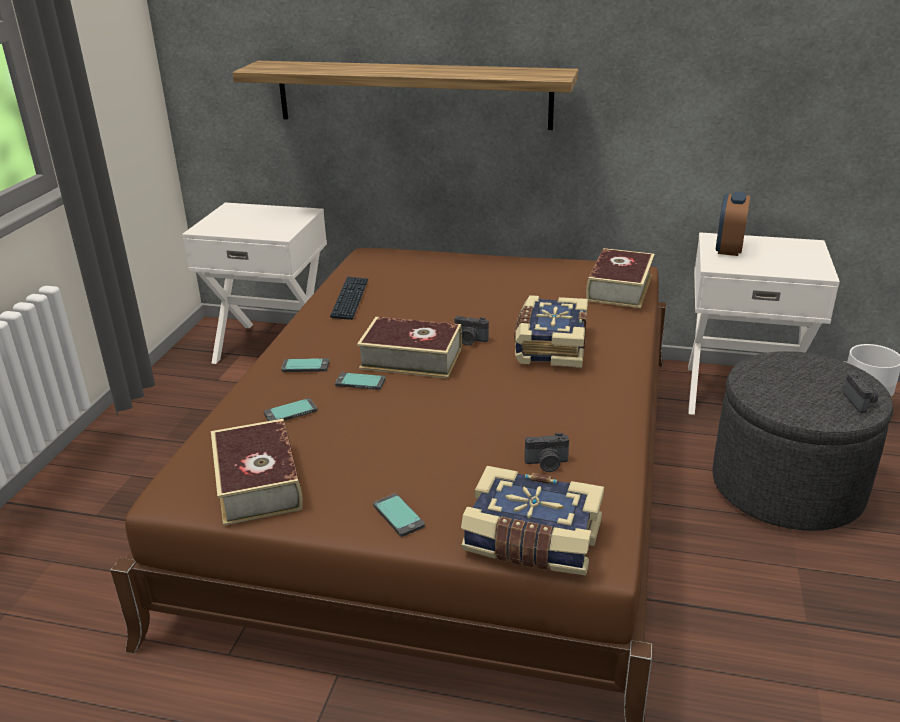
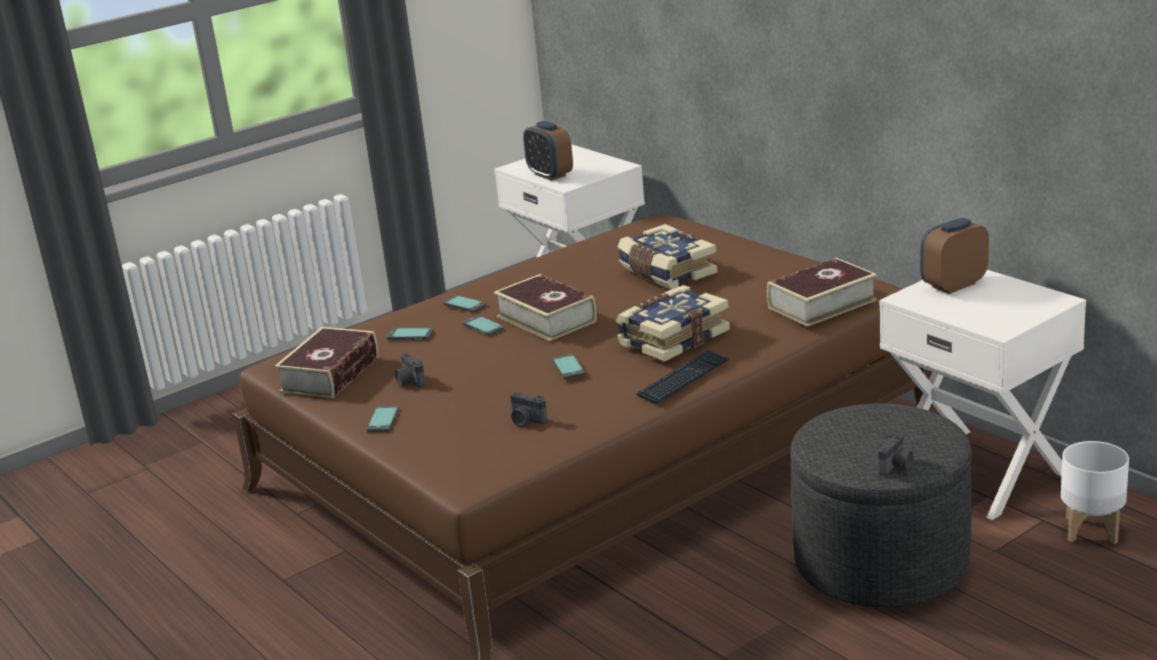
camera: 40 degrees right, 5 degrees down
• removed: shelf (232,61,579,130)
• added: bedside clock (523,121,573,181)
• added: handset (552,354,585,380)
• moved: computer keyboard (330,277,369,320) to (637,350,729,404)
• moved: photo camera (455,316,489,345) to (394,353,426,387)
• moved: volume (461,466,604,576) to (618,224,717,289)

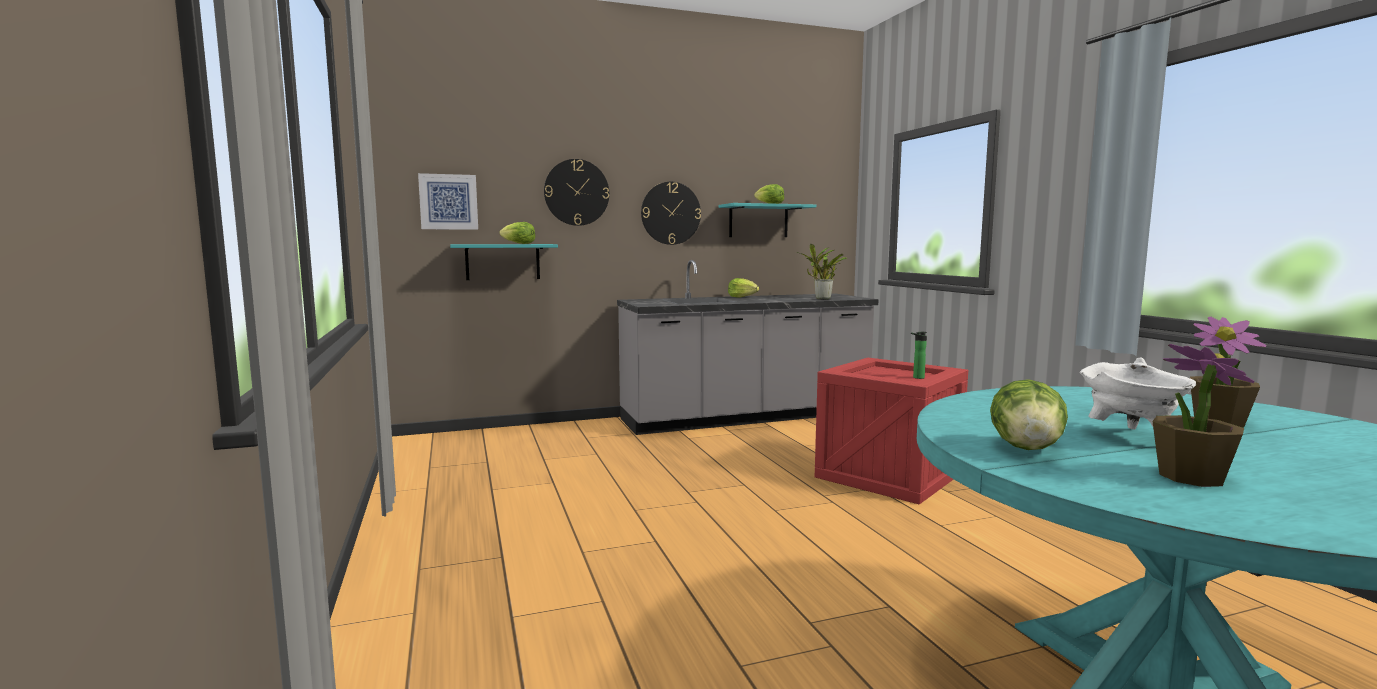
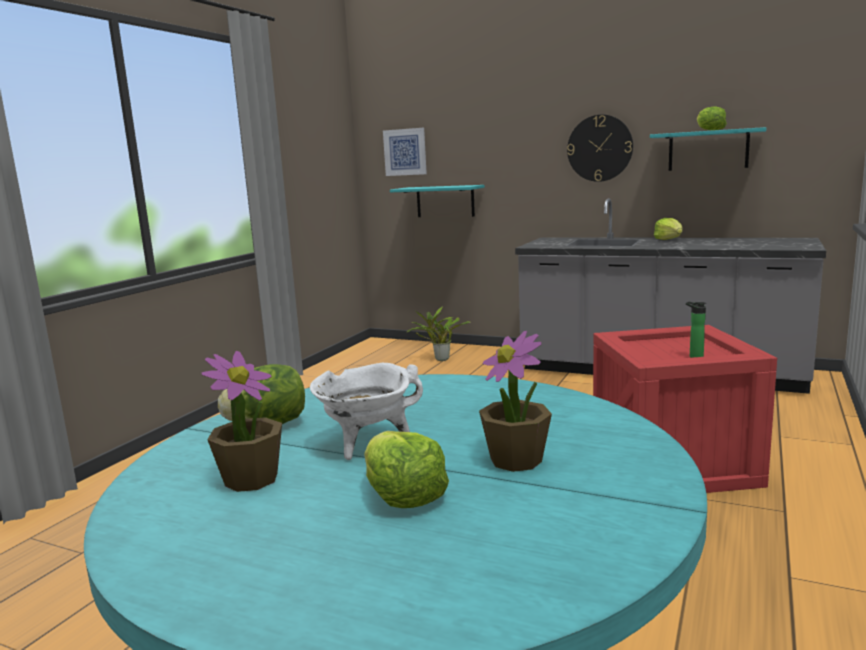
camera: 45 degrees right, 5 degrees up
• removed: wall clock (544,159,609,226)
• moved: lettuce (499,222,535,244) to (364,431,449,508)
• moved: plant in a pot (796,244,847,299) to (407,306,470,361)

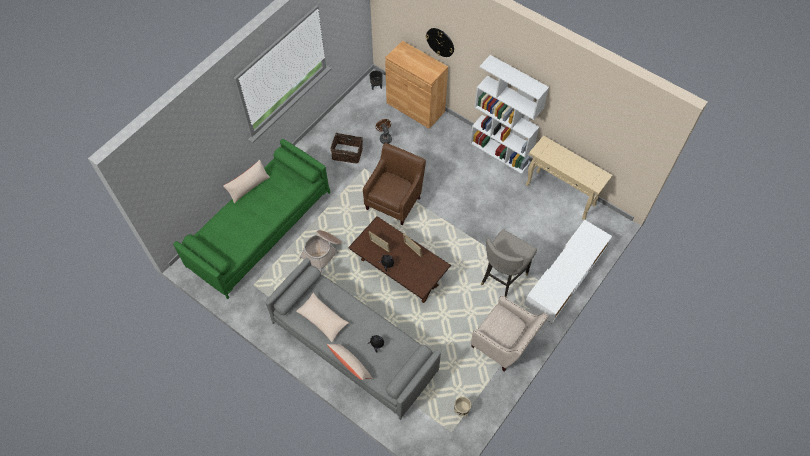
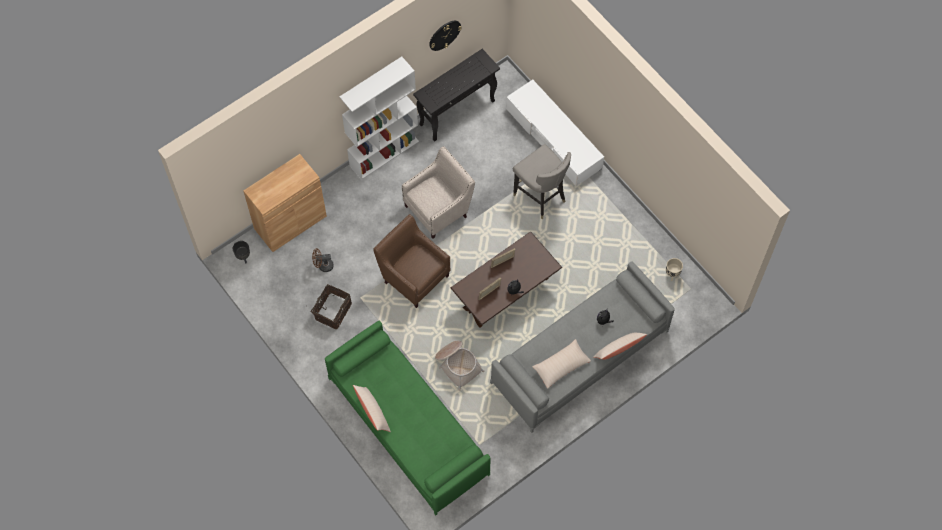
camera: 75 degrees left, 5 degrees up
• moved: wall clock (426,28,454,57) to (429,21,462,51)
• moved: sand-coloured armchair (471,295,549,372) to (402,146,475,239)
• recoloured: sand-coloured hall table (526,135,612,220) to black hall table (413,49,500,142)

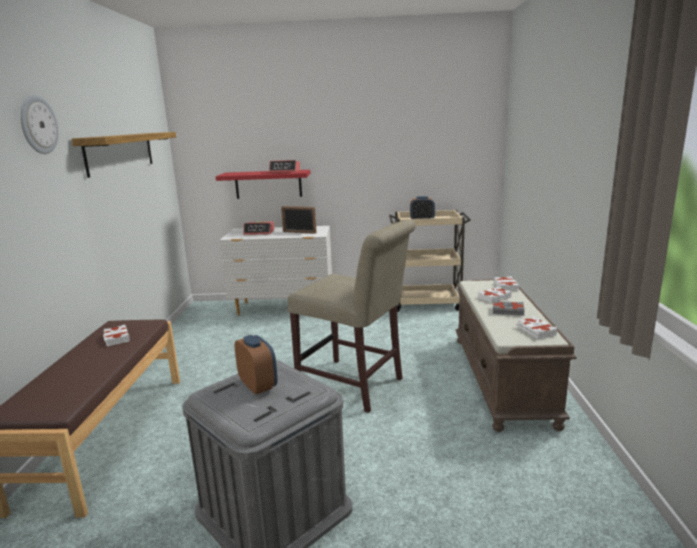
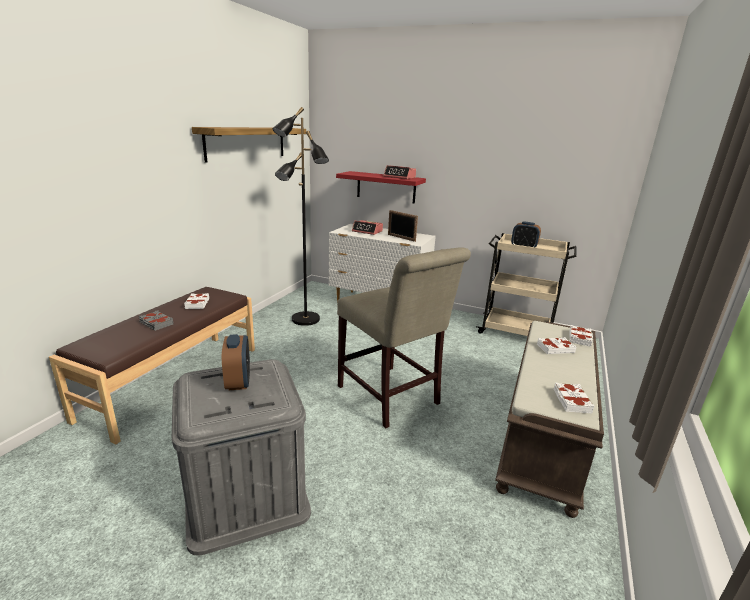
camera: 20 degrees right, 5 degrees up
• removed: wall clock (20,95,58,154)
• added: black standing lamp (273,107,329,326)
• moved: grey volume (493,300,525,316) to (139,310,174,331)

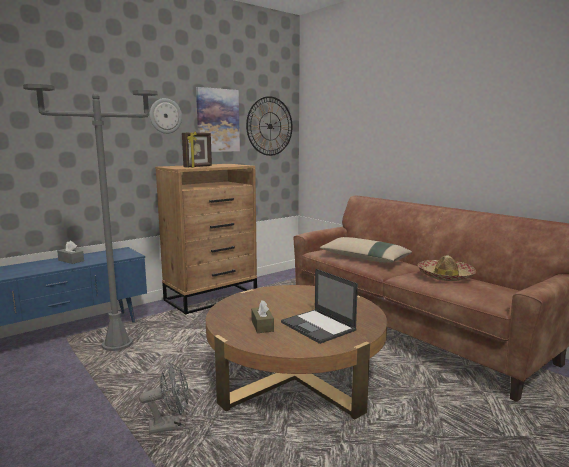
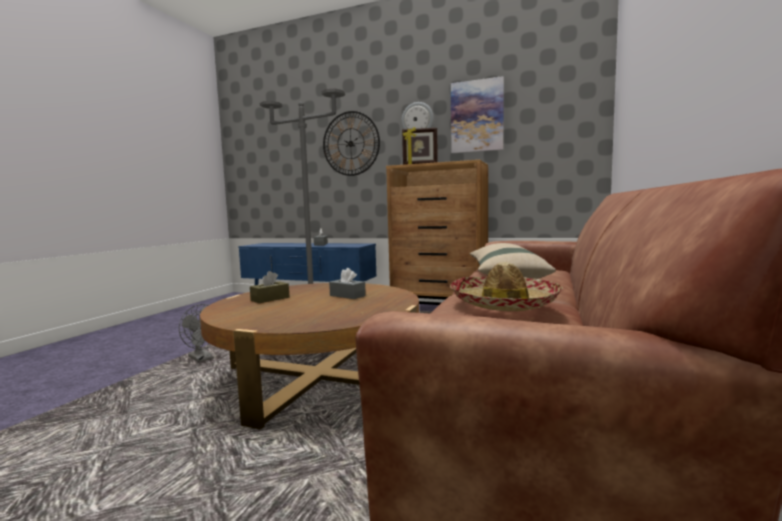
camera: 60 degrees right, 5 degrees down
• removed: laptop (281,269,358,344)
• added: grey box of tissues (329,268,366,299)
• moved: wall clock (246,96,293,156) to (323,111,380,176)

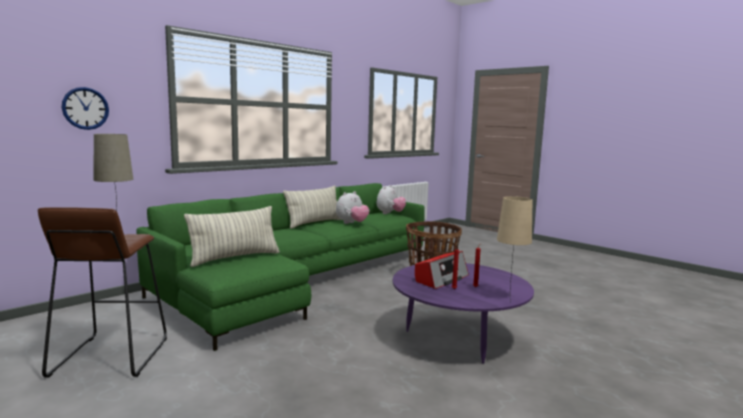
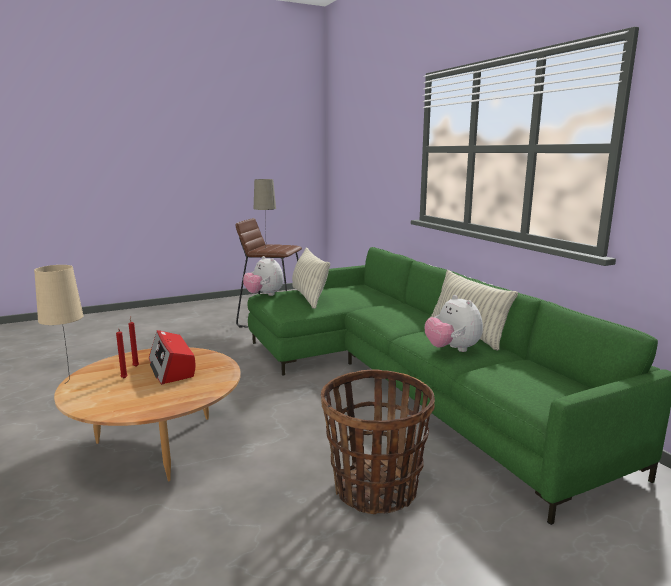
camera: 110 degrees right, 5 degrees up
• removed: wall clock (62,87,109,130)
• moved: soft toy (376,185,406,214) to (243,256,284,296)
• recoloured: purplish coffee table (393,263,534,364) to brown coffee table (54,347,241,482)

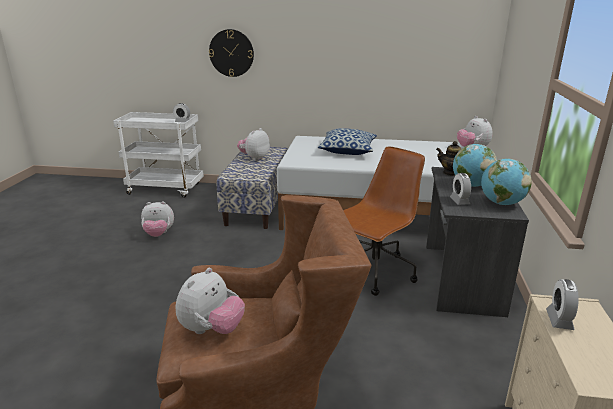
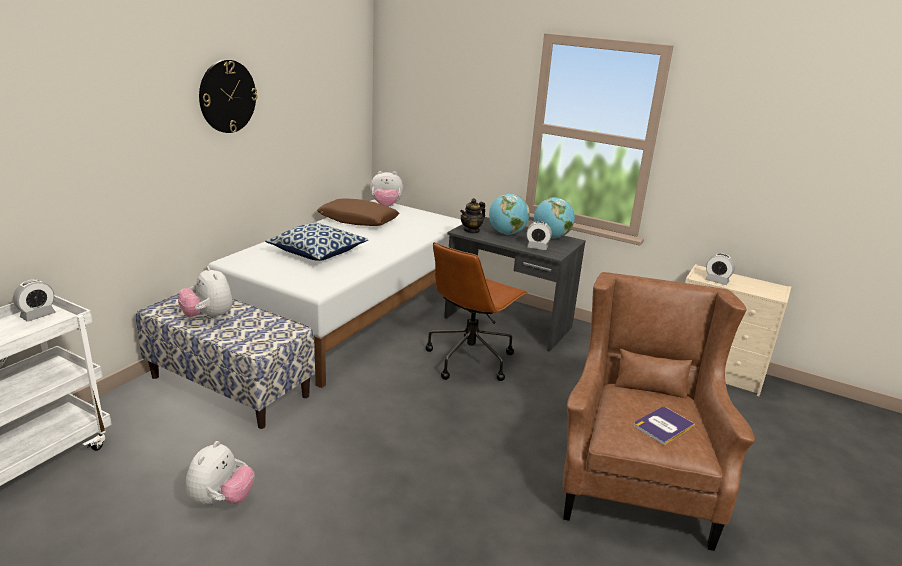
camera: 70 degrees left, 0 degrees up
• added: brown throw pillow (317,199,400,226)
• moved: wall clock (209,29,254,77) to (199,60,257,133)
• replaced: soft toy (176,268,245,334) to volume (634,407,695,445)
• turned: brown computer chair (343,146,425,296) = (426,242,528,381) 120 degrees counterclockwise

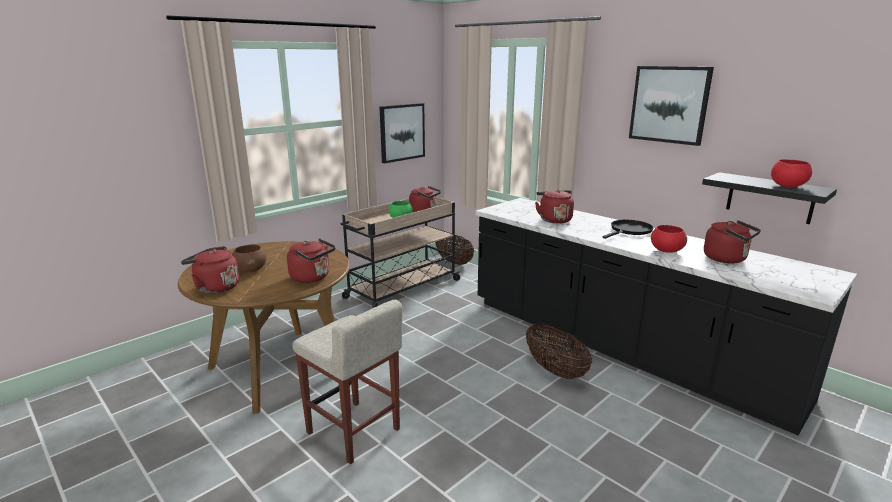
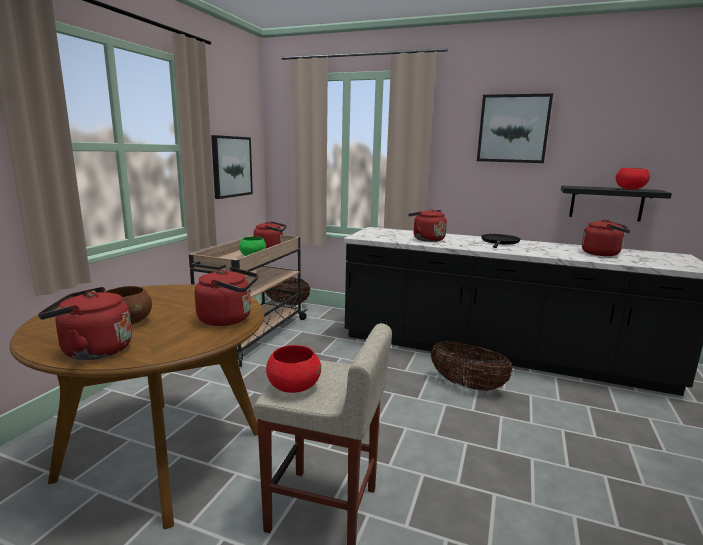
camera: 25 degrees left, 5 degrees down
• moved: reddish bowl (651,225,687,253) to (266,345,321,393)

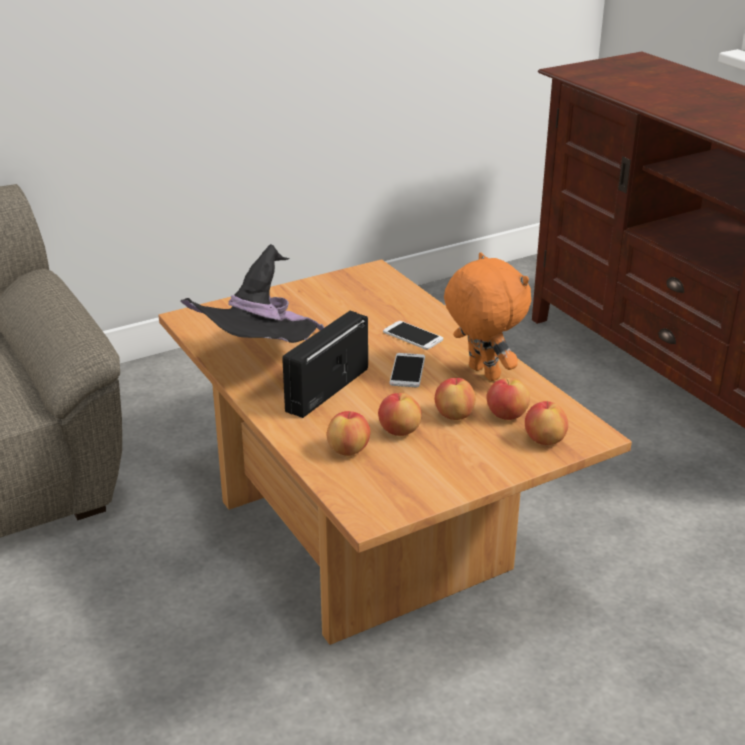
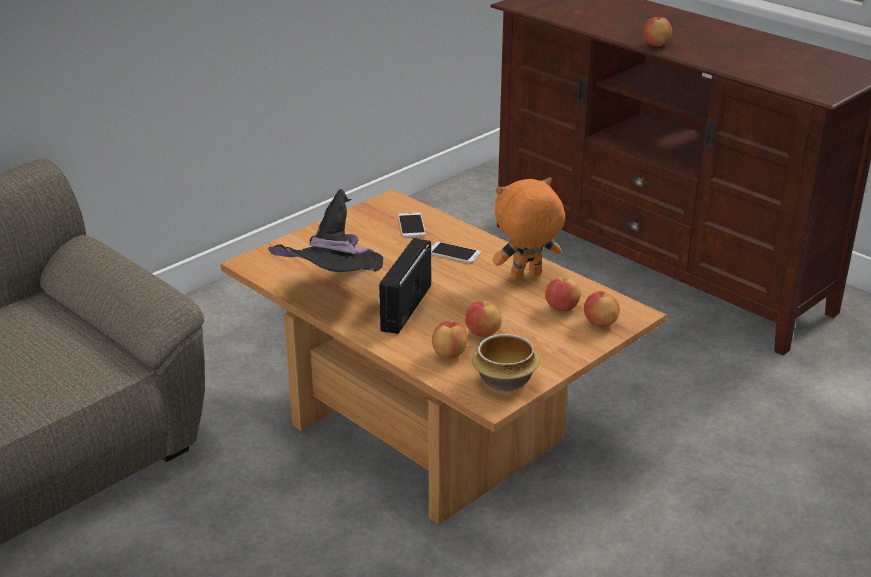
camera: 15 degrees left, 0 degrees up
• added: bowl (472,334,540,391)
• moved: handset (389,353,425,387) to (398,213,426,238)
• moved: whole apple (435,377,476,420) to (643,15,672,46)
• turned: orange-coloured soft toy (444,252,531,381) = (493,178,565,280) 60 degrees counterclockwise

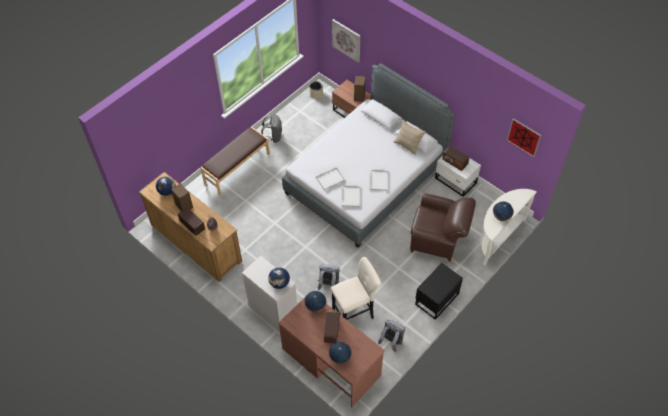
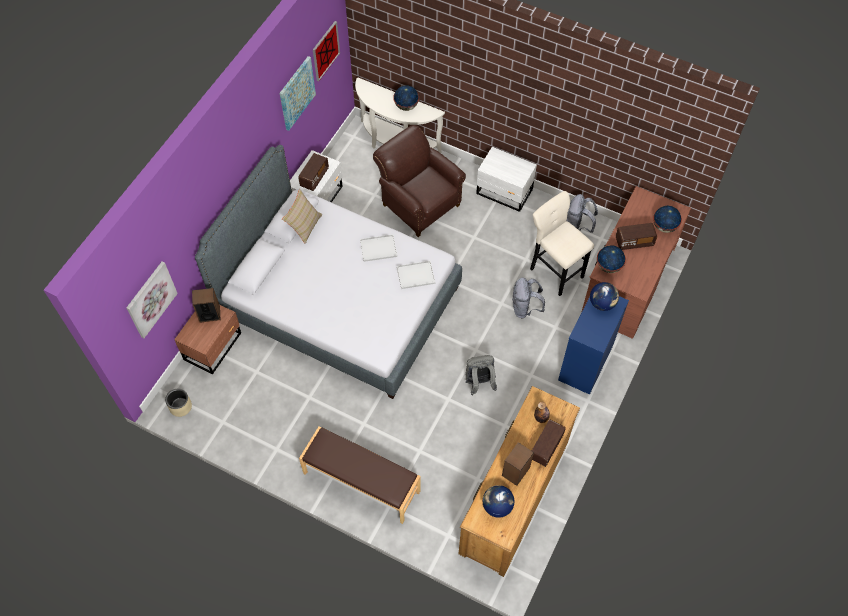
camera: 105 degrees left, 5 degrees up
• removed: whitish serving tray (316,167,345,190)
• added: wall art (280,56,316,131)
• moved: grey backpack (261,114,282,143) to (465,355,497,395)
• recoloured: whitish dresser (242,256,297,332) to bluish dresser (558,296,629,395)
• recoloured: black bedside table (415,263,463,320) to whitish bedside table (476,147,537,212)
• turned: brown armchair (410,194,476,262) = (373,125,466,237) 45 degrees counterclockwise

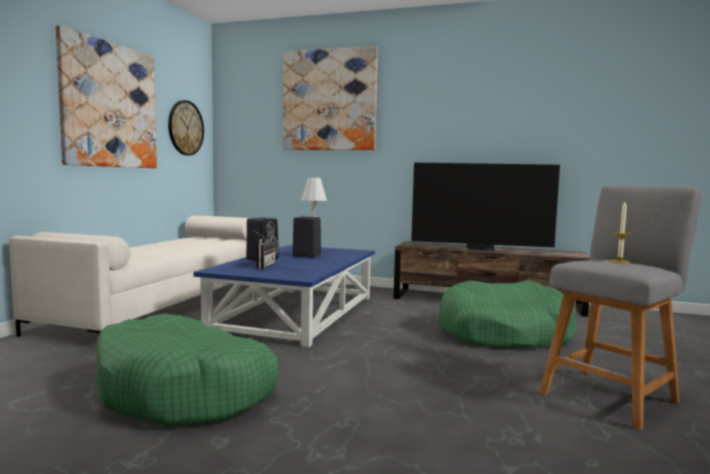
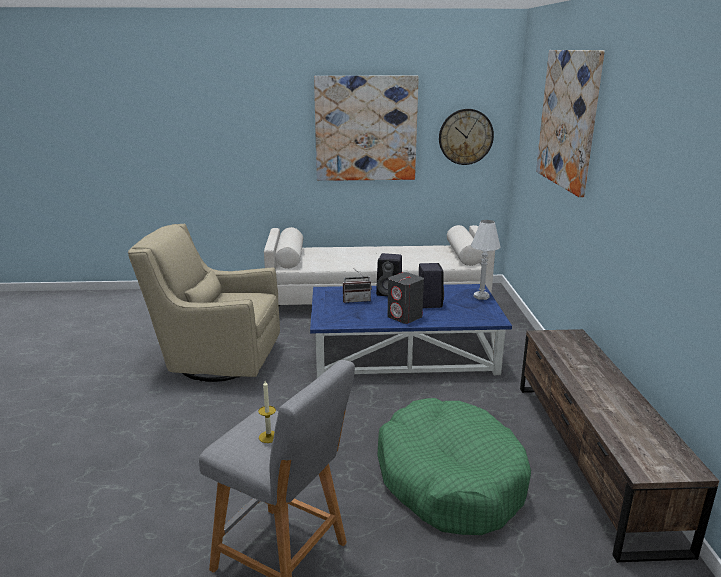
camera: 70 degrees right, 15 degrees up
• removed: TV (411,163,560,252)
• added: grey speaker (388,272,424,324)
• replaced: green pet bed (96,314,279,427) to sand-coloured armchair (128,224,280,382)

